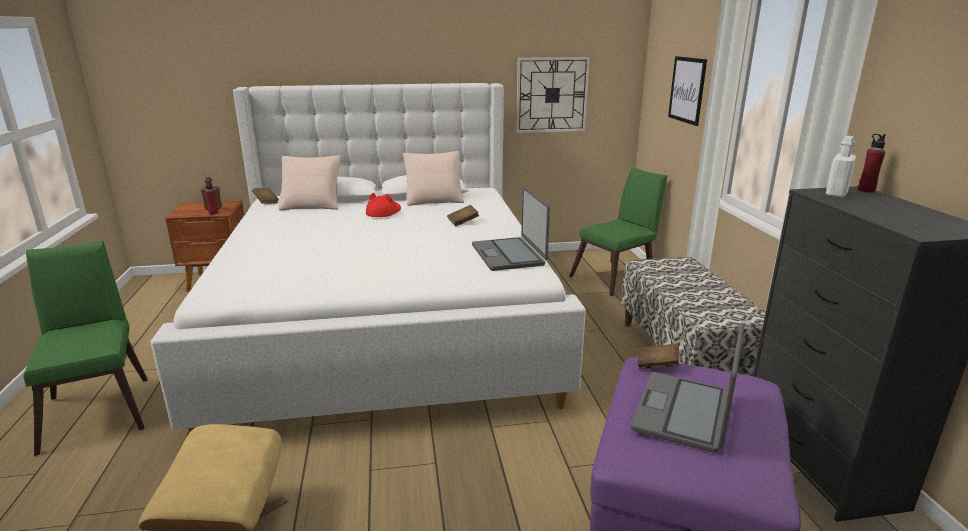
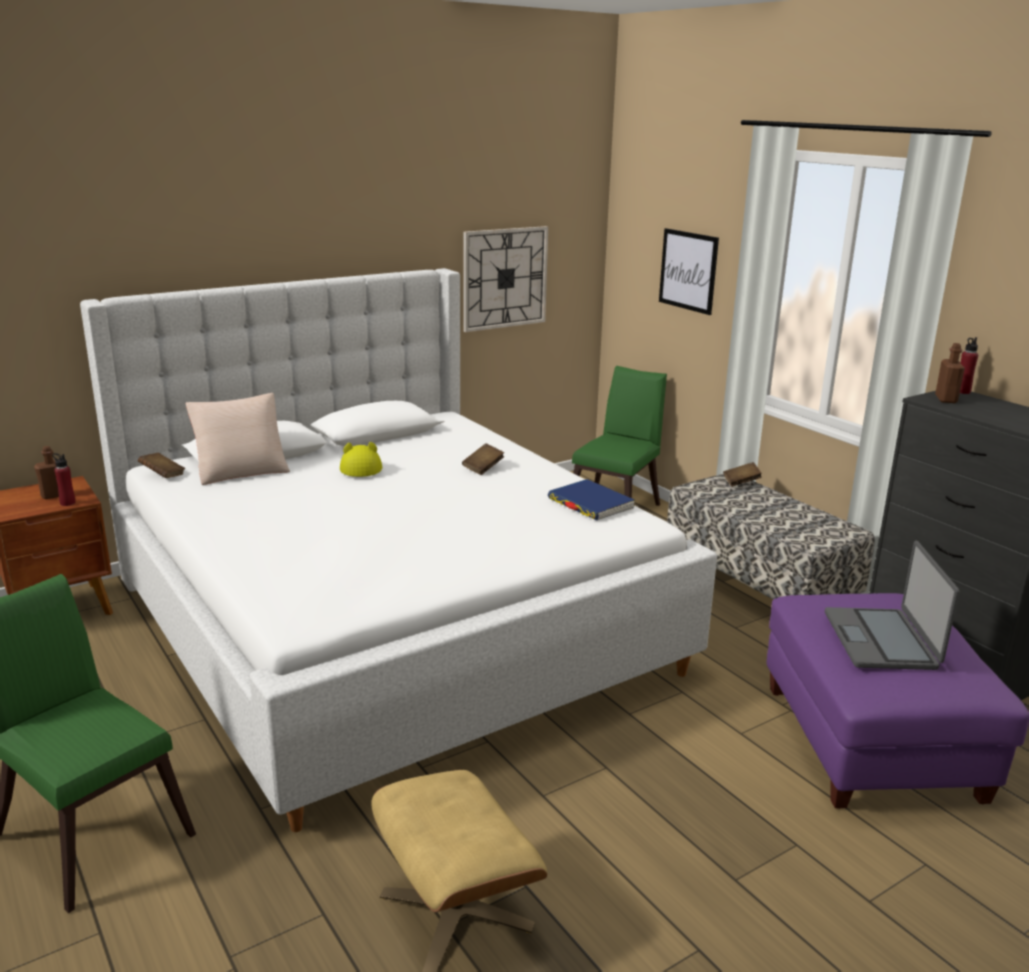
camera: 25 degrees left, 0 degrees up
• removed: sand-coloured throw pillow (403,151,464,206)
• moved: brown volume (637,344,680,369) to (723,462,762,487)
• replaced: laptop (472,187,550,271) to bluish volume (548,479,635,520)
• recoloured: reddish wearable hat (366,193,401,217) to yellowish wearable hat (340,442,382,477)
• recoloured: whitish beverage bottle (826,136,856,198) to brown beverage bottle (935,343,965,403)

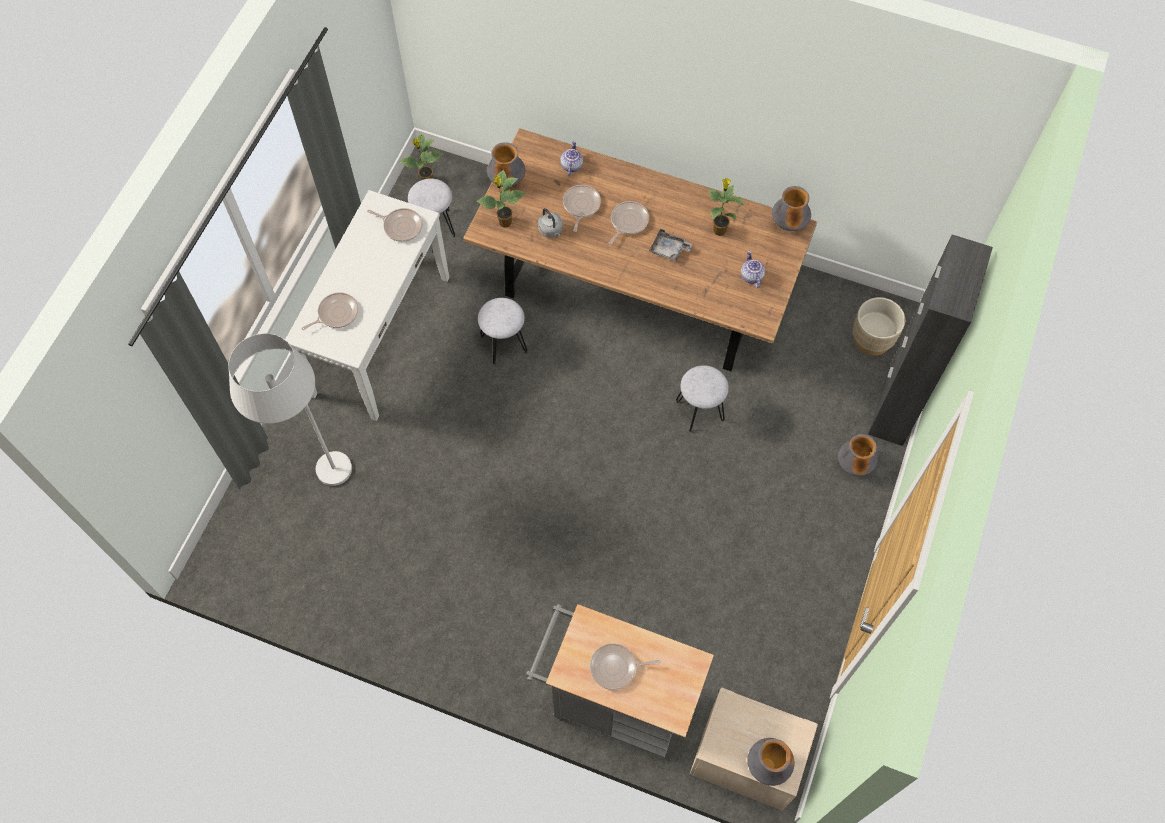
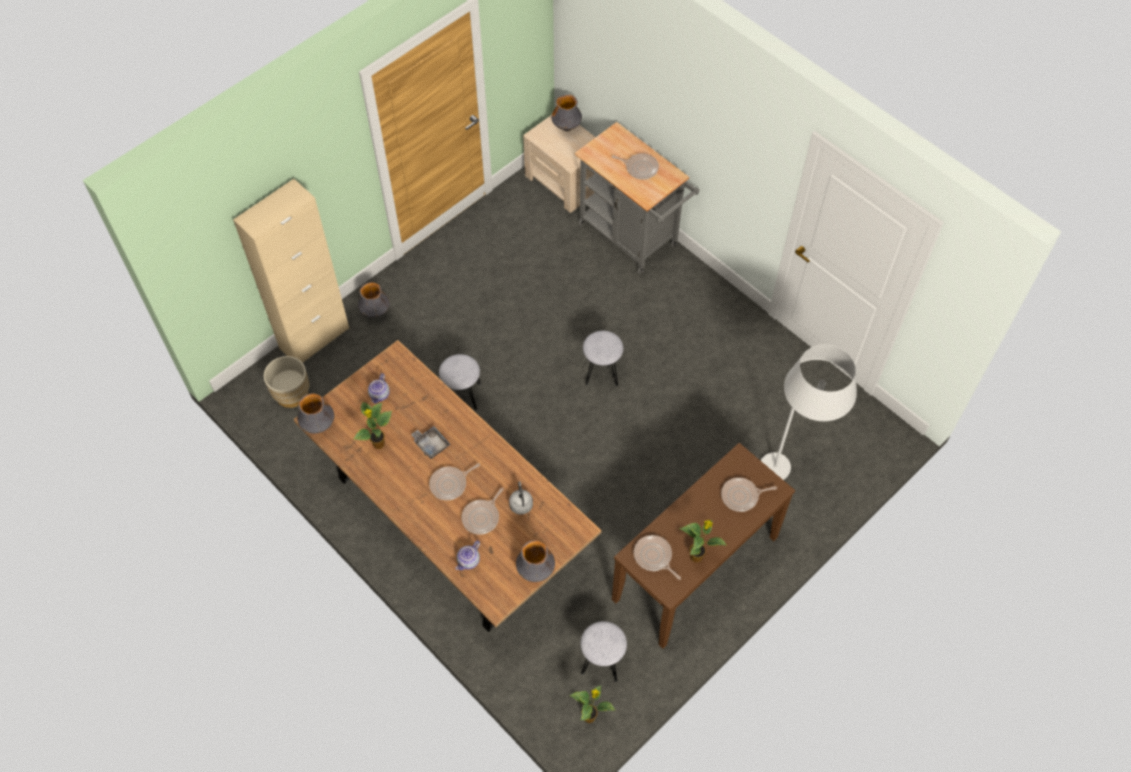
camera: 155 degrees left, 5 degrees down
• moved: plant in a pot (477,170,526,228) to (679,520,727,563)
• moved: grey stool seat (478,298,528,365) to (583,331,624,386)
• recoloured: whitish hall table (285,190,449,421) to brown hall table (612,443,795,649)
• recoloured: black cupboard (868,235,993,446) to sand-coloured cupboard (233,179,350,363)

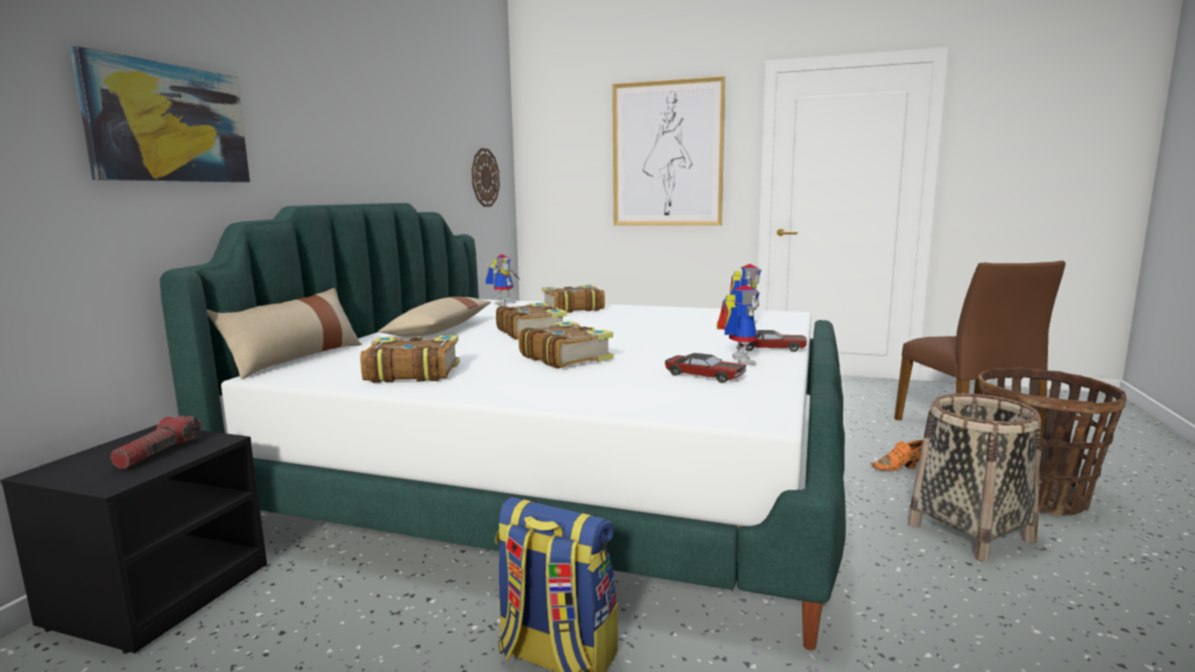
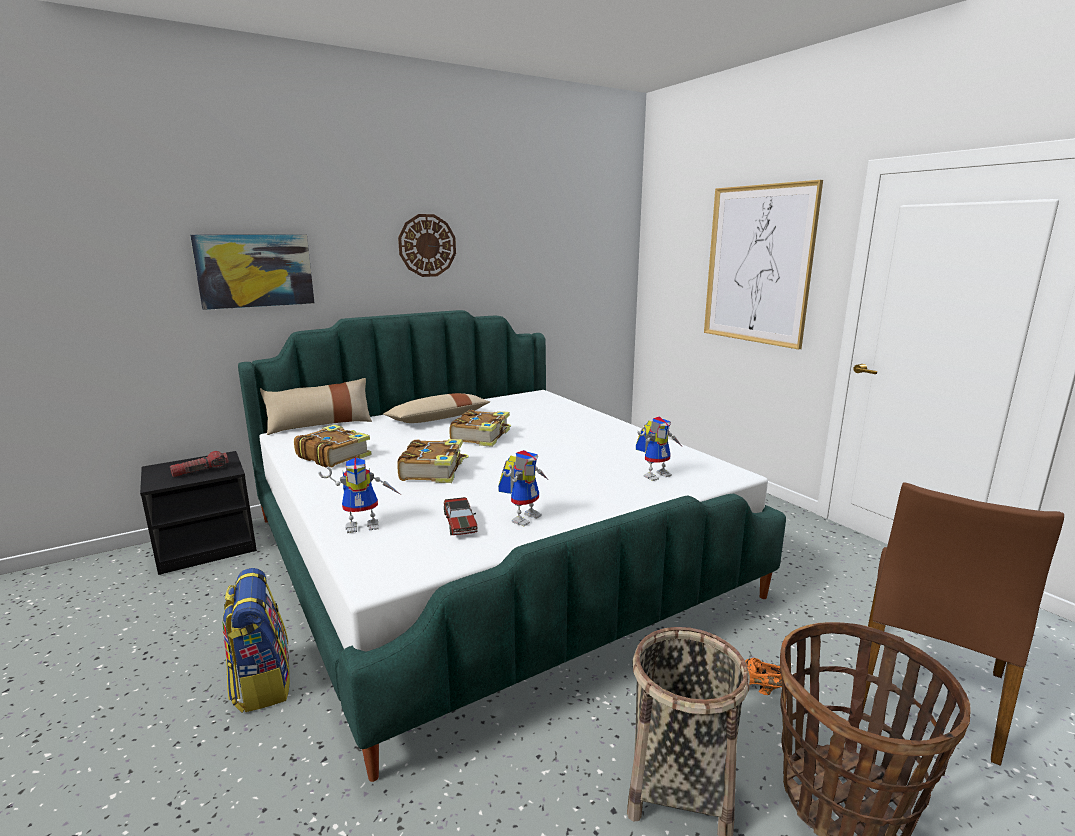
camera: 40 degrees right, 5 degrees up
• removed: volume (542,285,605,313)
• removed: miniature car (740,330,807,352)
• moved: wall clock (472,148,500,207) to (398,214,456,277)
• moved: model robot (486,254,521,305) to (318,457,401,533)

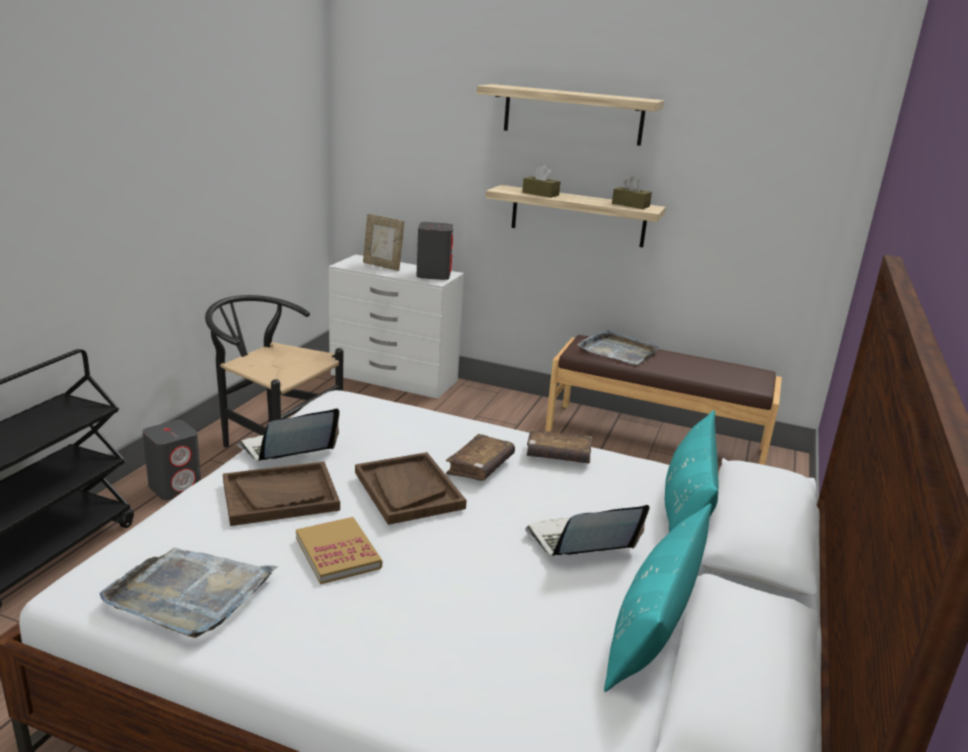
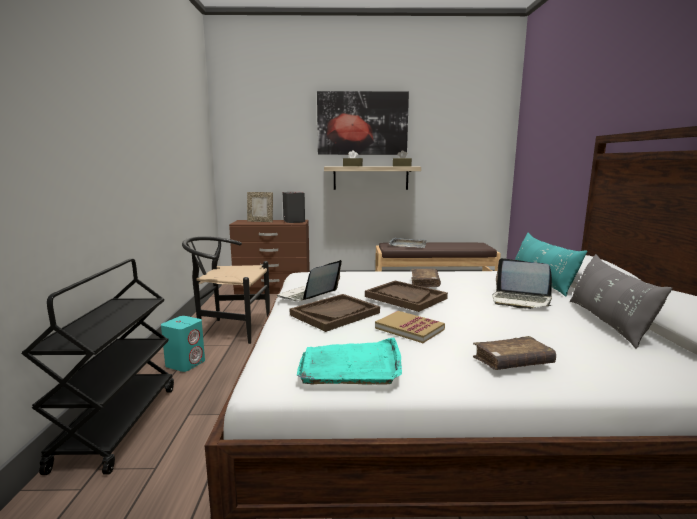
camera: 20 degrees left, 10 degrees down
• moved: brown volume (527,429,592,464) to (473,336,556,370)
• replaced: shelf (477,84,664,146) to wall art (317,91,409,155)
• recoloured: grey serving tray (100,548,278,638) to turquoise-coloured serving tray (297,337,402,385)
• recoloured: grey speaker (143,420,201,500) to turquoise-coloured speaker (161,316,205,372)
• recoloured: whitish dresser (329,255,464,399) to brown dresser (229,220,310,294)
• recoloured: turquoise-coloured throw pillow (604,503,712,692) to grey throw pillow (570,254,672,349)
• turned: laptop (525,505,650,556) = (492,258,552,309) 105 degrees counterclockwise

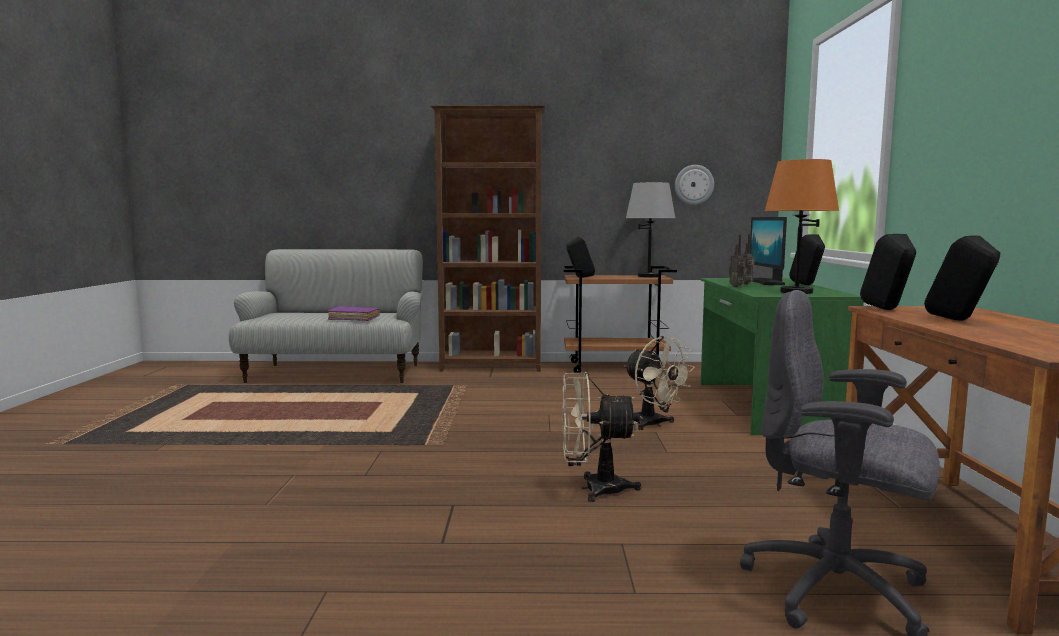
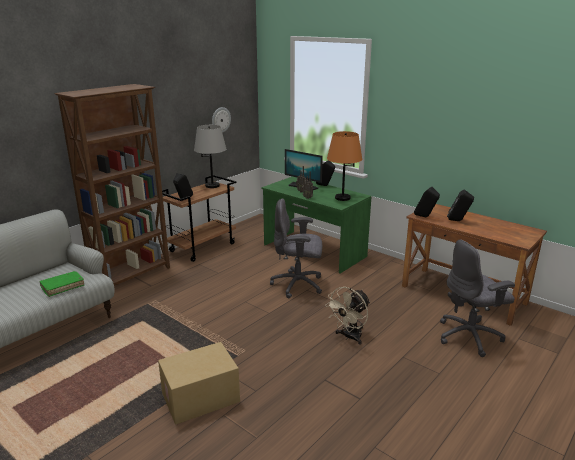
camera: 50 degrees left, 15 degrees up
• added: packing box (158,342,240,425)
• replaced: sand-coloured cooling fan (624,336,695,430) to grey computer chair (270,198,322,299)
• recoloured: purplish volume (328,306,380,321) to green volume (39,271,85,297)

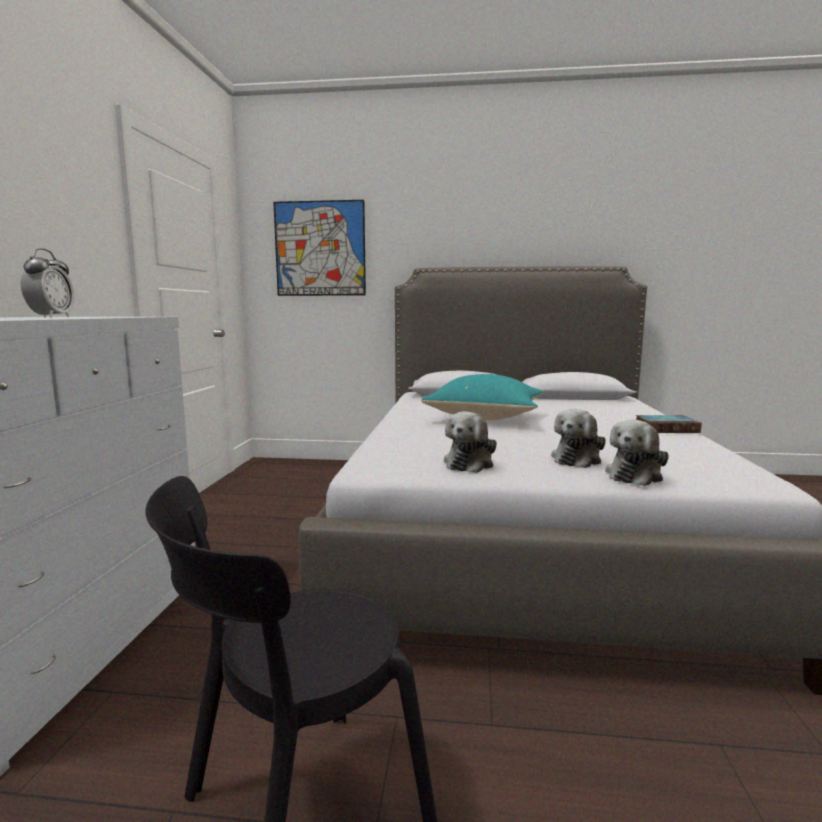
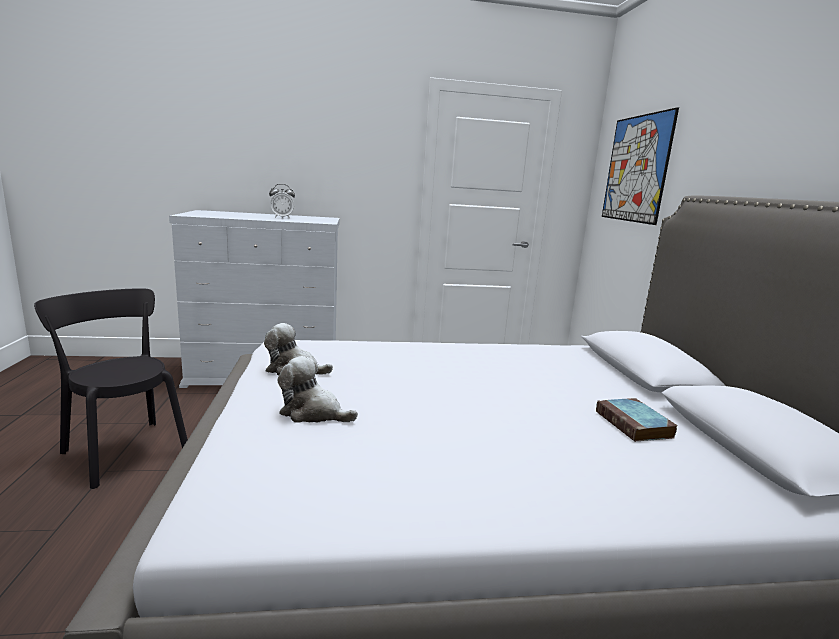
camera: 75 degrees right, 5 degrees up
• removed: turquoise-coloured throw pillow (421,374,543,420)
• removed: soft toy (605,419,669,486)
• moved: volume (636,415,702,433) to (596,398,678,442)

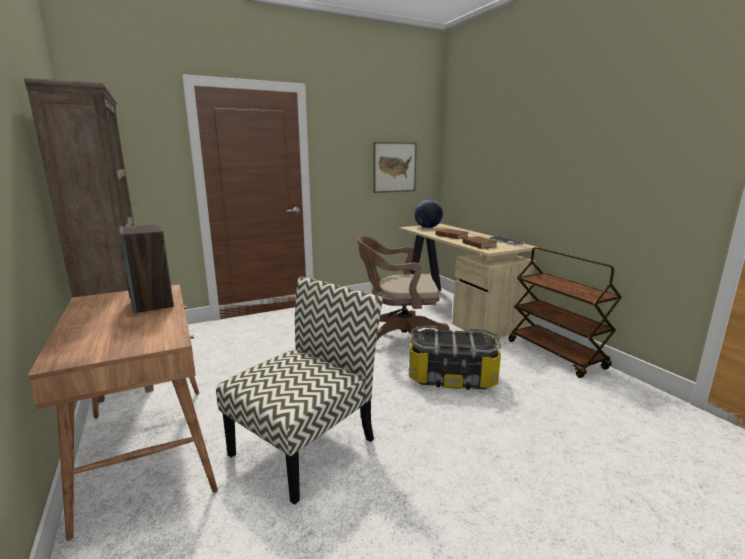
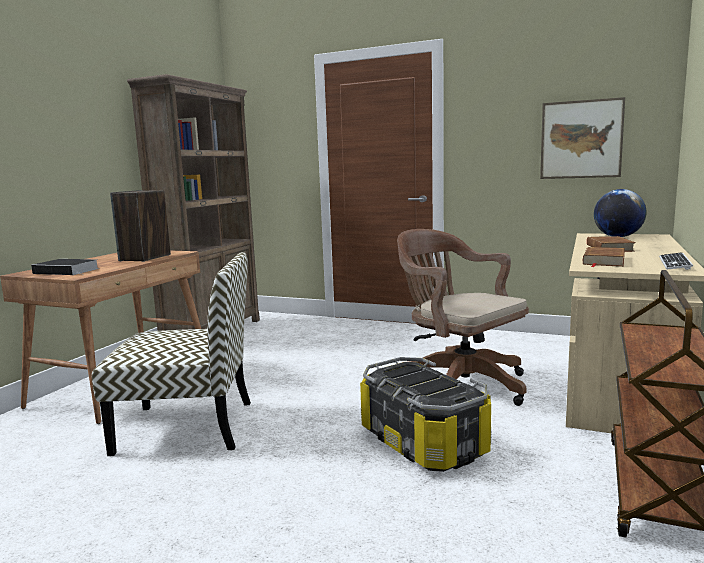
camera: 50 degrees right, 5 degrees down
• added: volume (31,259,99,275)

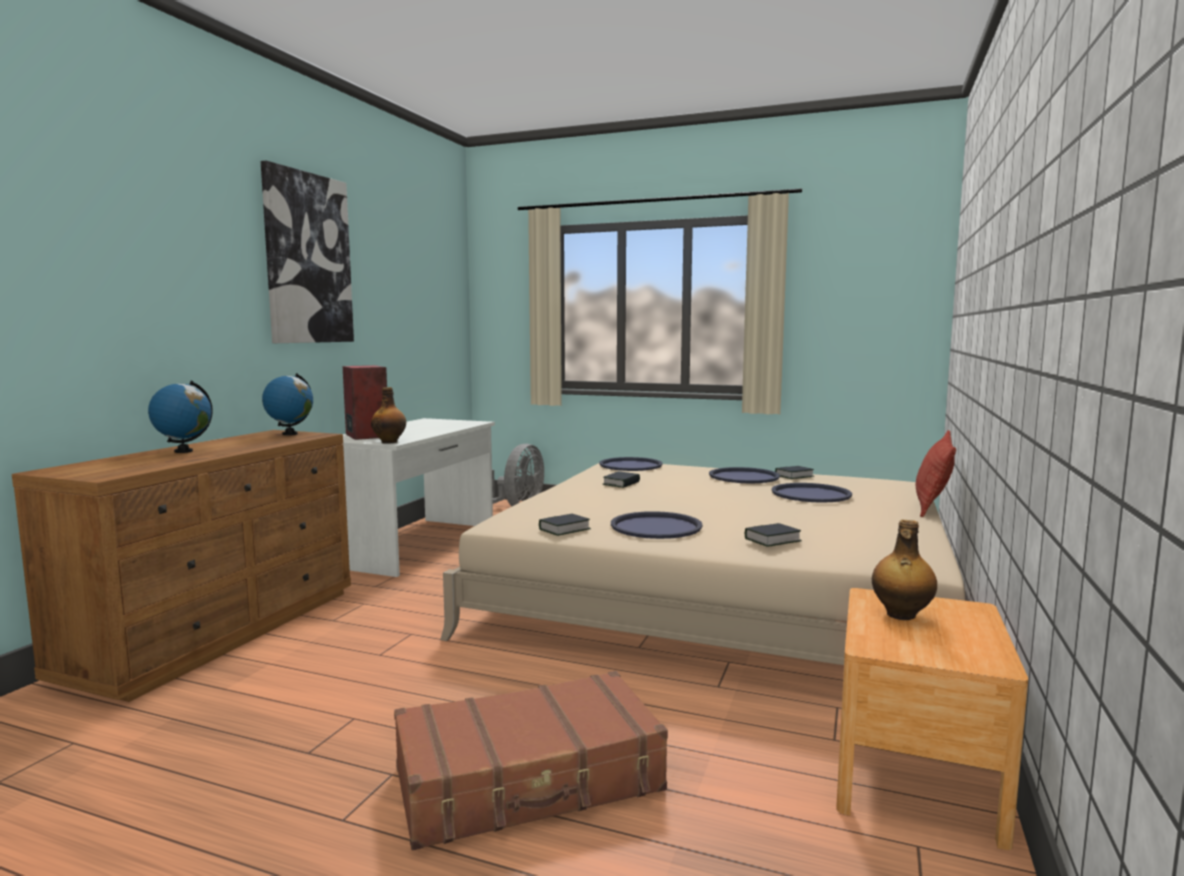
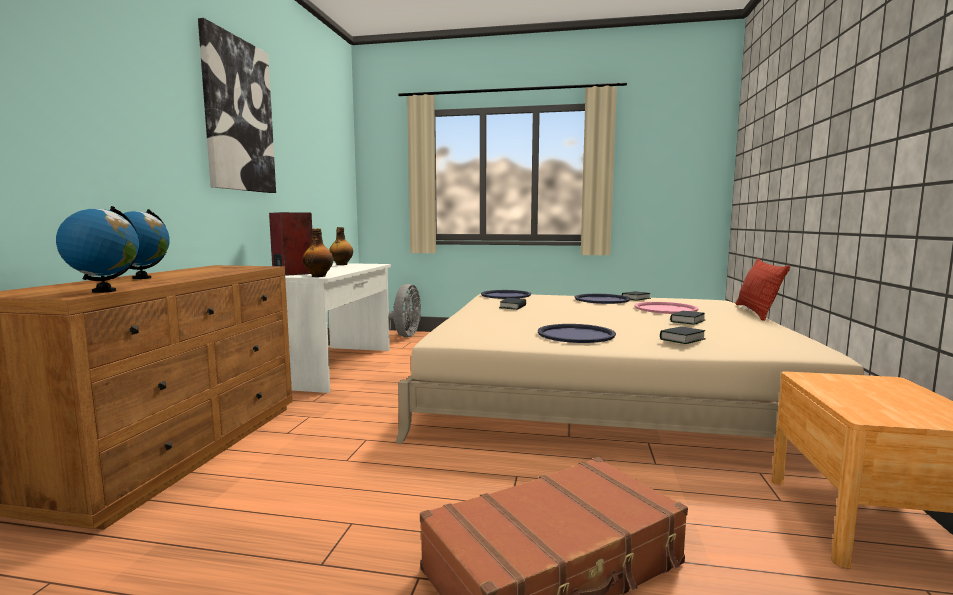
camera: 10 degrees left, 0 degrees up
• moved: world globe (262,373,313,435) to (56,206,139,293)
• moved: volume (539,514,591,536) to (670,311,705,325)
• moved: beverage bottle (872,520,937,620) to (329,227,353,265)
• recoloured: bluish serving tray (772,483,852,503) to pink-coloured serving tray (634,302,699,314)

